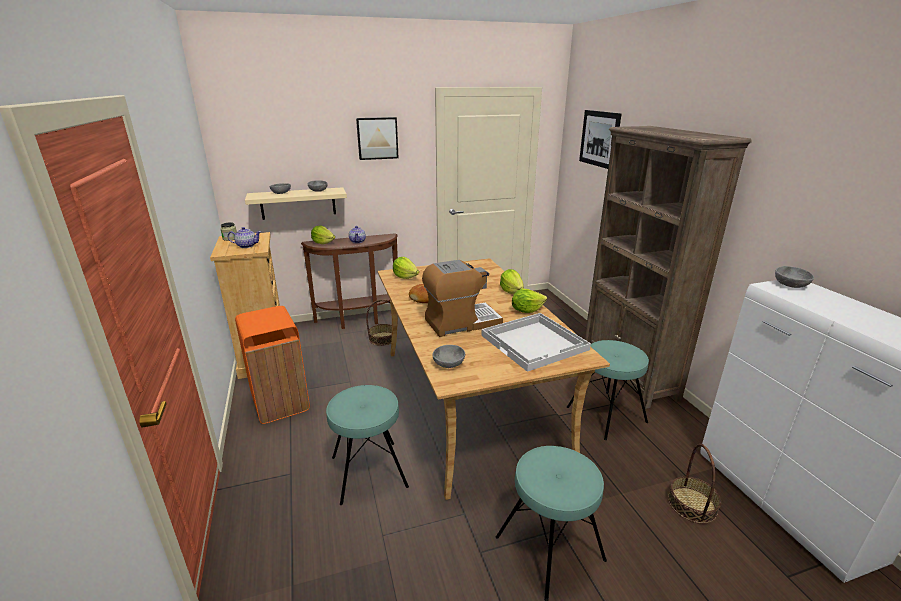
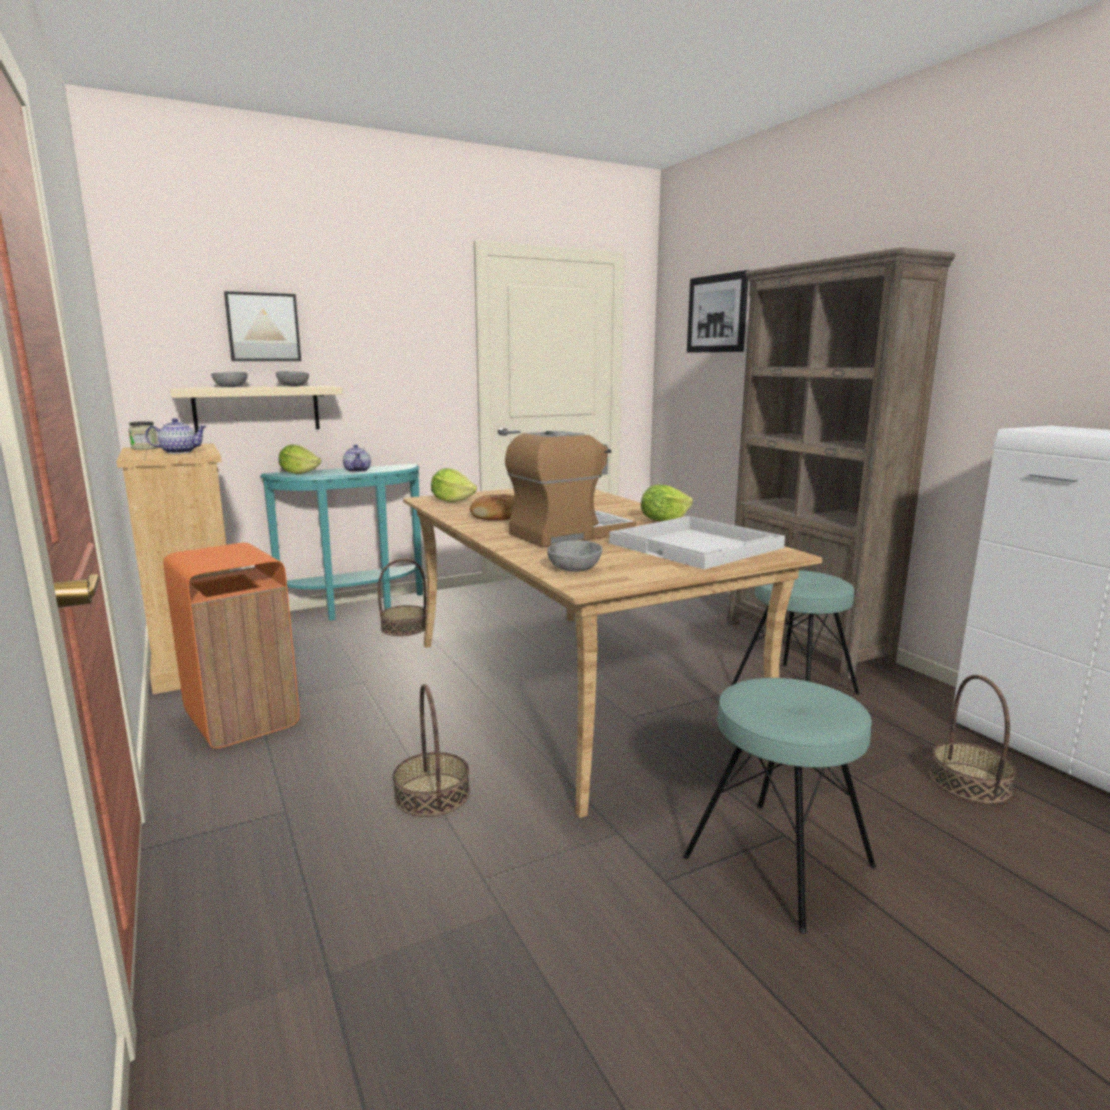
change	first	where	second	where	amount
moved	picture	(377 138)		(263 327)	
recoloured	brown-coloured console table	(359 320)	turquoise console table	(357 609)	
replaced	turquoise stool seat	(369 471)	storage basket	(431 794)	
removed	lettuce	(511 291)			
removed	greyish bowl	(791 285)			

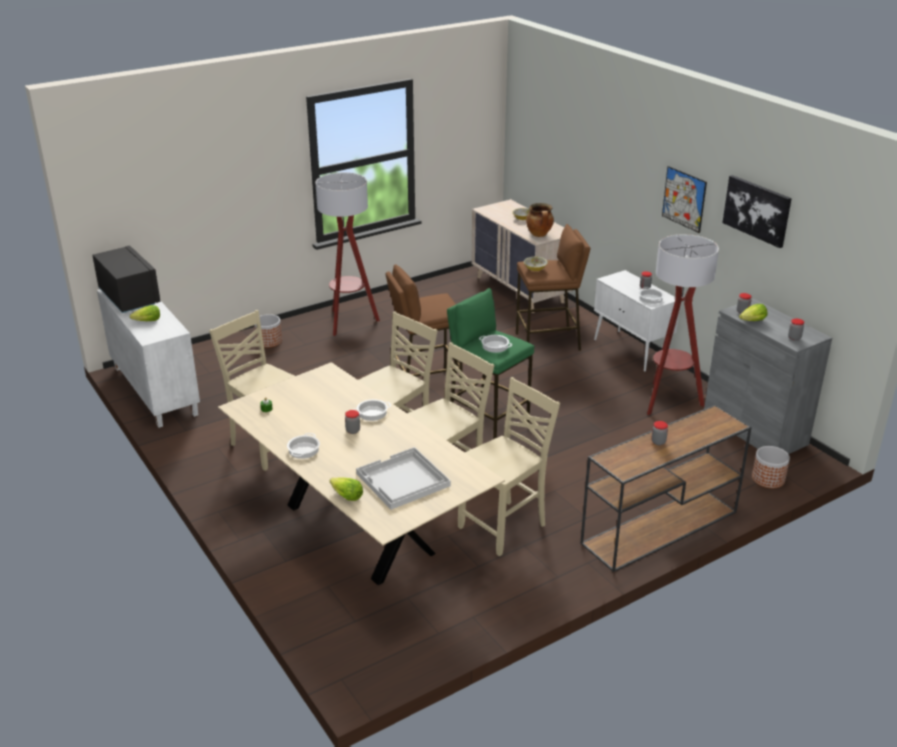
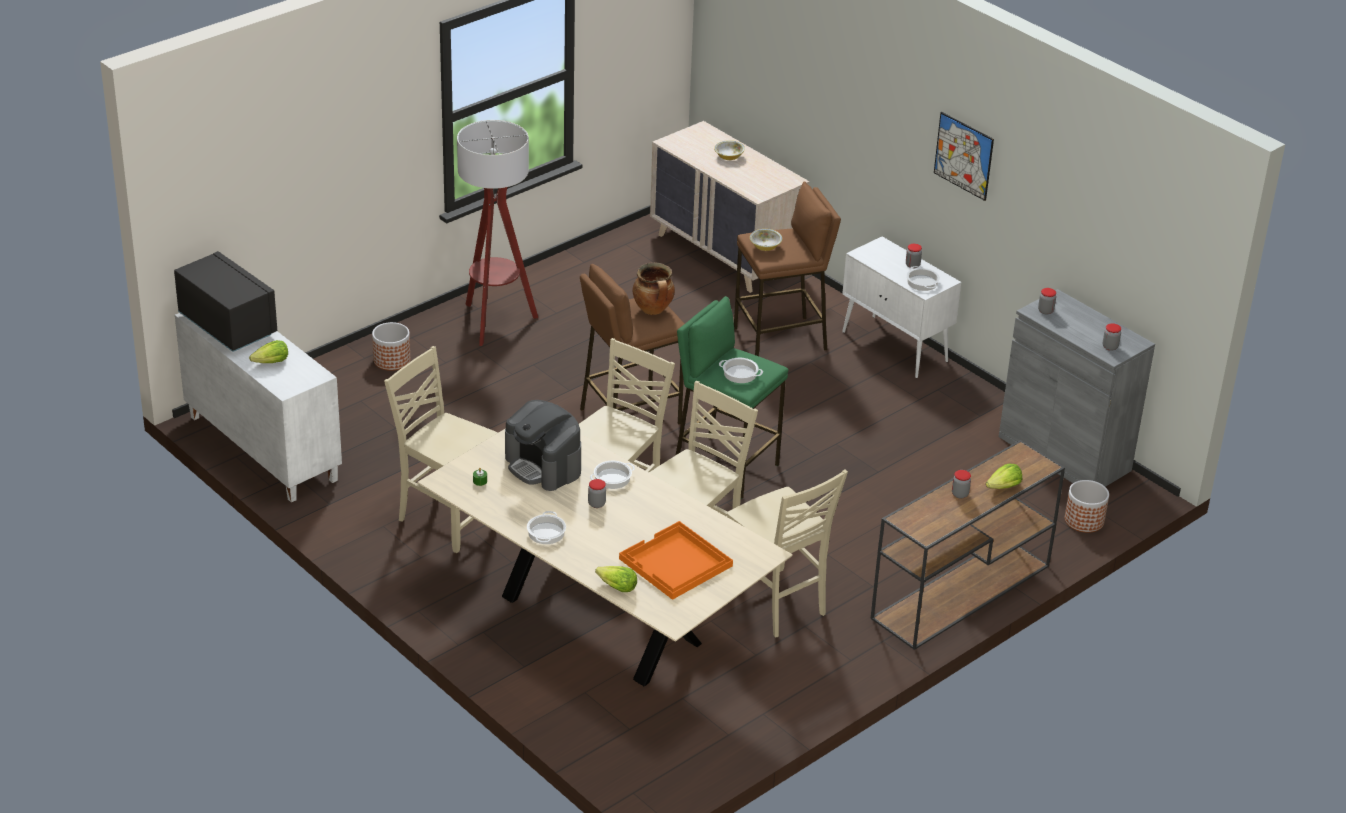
change	first	where	second	where	amount
added			coffee machine	(543 466)	
recoloured	white carrying tray	(402 480)	orange carrying tray	(675 563)	
moved	saucepot	(539 235)		(653 310)	
turned	sand-coloured chair	(504 527)		(776 604)	105 degrees clockwise
moved	lettuce	(753 321)		(1004 487)	
removed	standard lamp	(668 401)			
removed	picture	(757 210)			

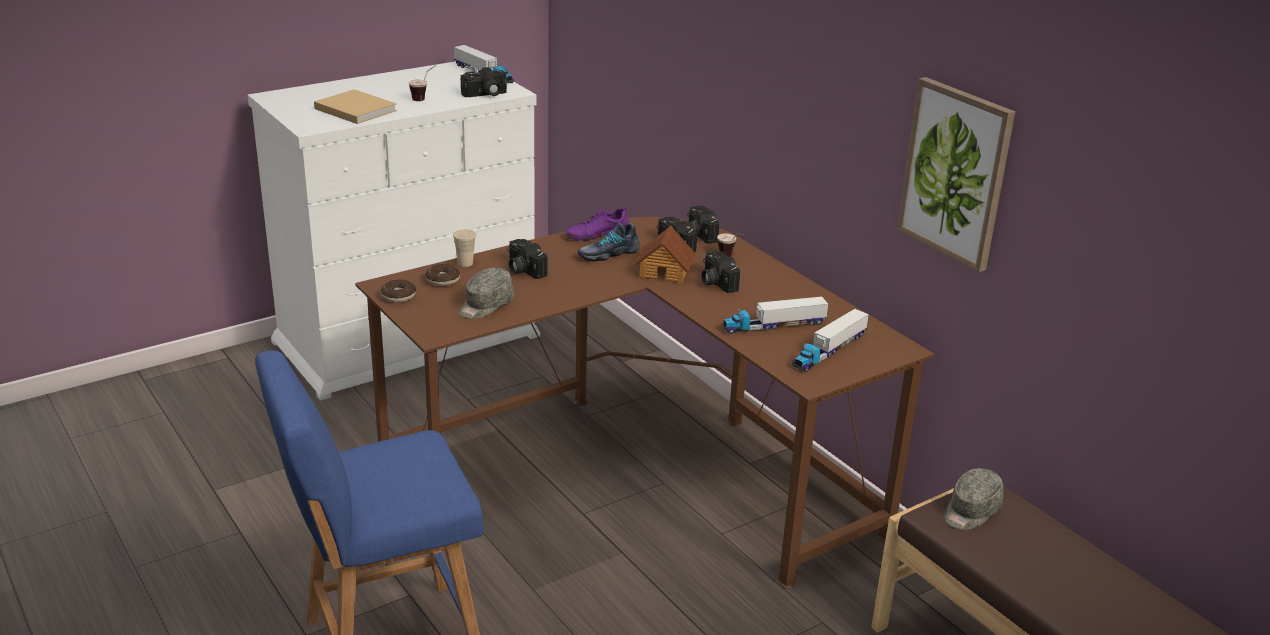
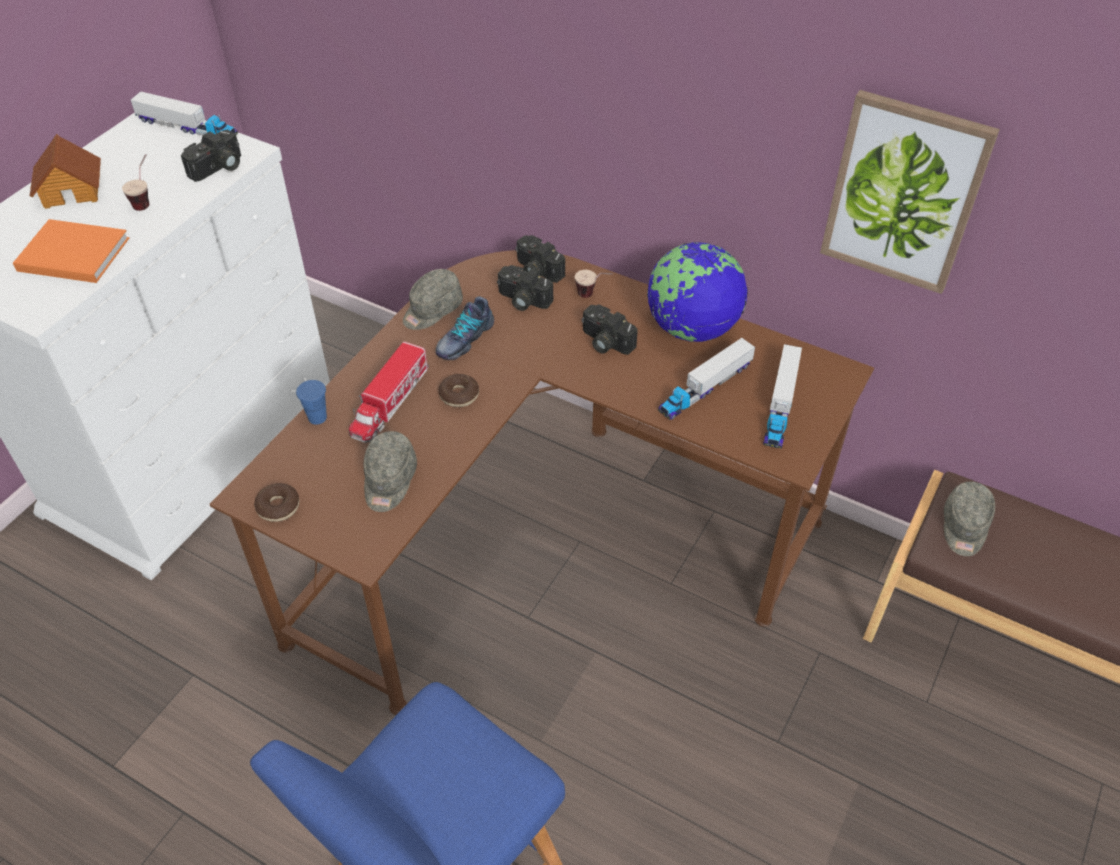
change	first	where	second	where	amount
recoloured	sand-coloured book	(354 109)	orange book	(71 254)	
moved	miniature house	(665 271)		(72 190)	
recoloured	sand-coloured drinking cup	(465 263)	blue drinking cup	(317 417)	
replaced	still camera	(523 269)	toy truck	(390 402)	
replaced	purple-coloured shoe	(598 234)	greyish cap	(432 310)	
moved	ring doughnut	(443 280)		(459 395)	
added			desk globe	(691 328)	

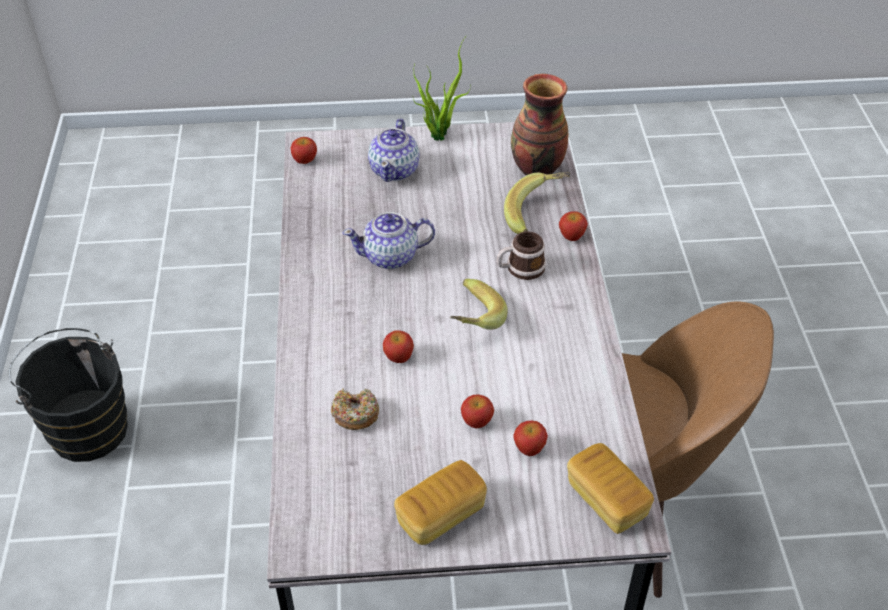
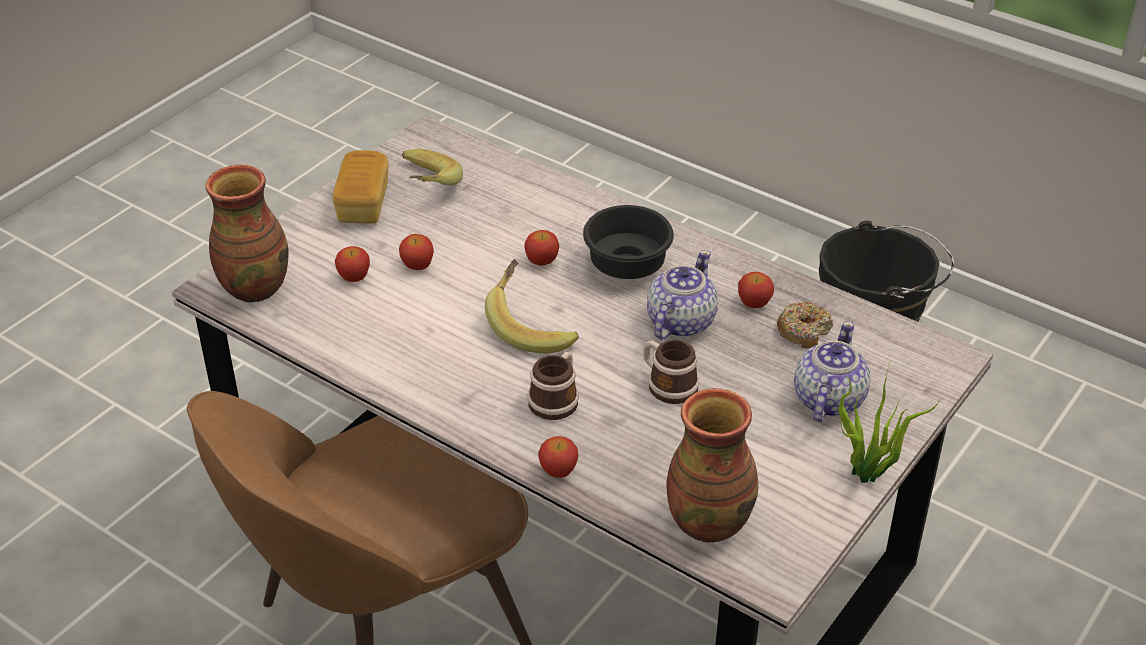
change	first	where	second	where	amount
replaced	baked bread	(606 500)	decorative vase	(254 287)	
moved	banana fruit	(537 214)		(423 187)	
added			black-coloured bowl	(628 267)	
added			tea mug	(667 384)	
moved	apple fruit	(305 160)		(754 303)	
moved	ring doughnut	(355 414)		(803 331)	
turned	pot for tea	(395 170)		(827 400)	60 degrees clockwise

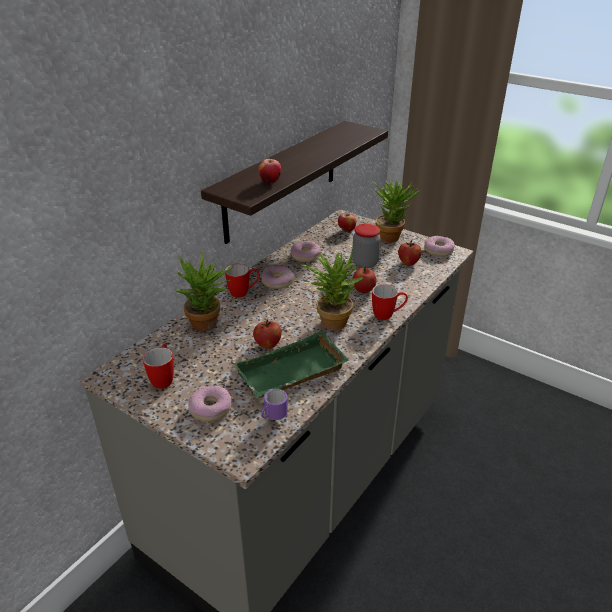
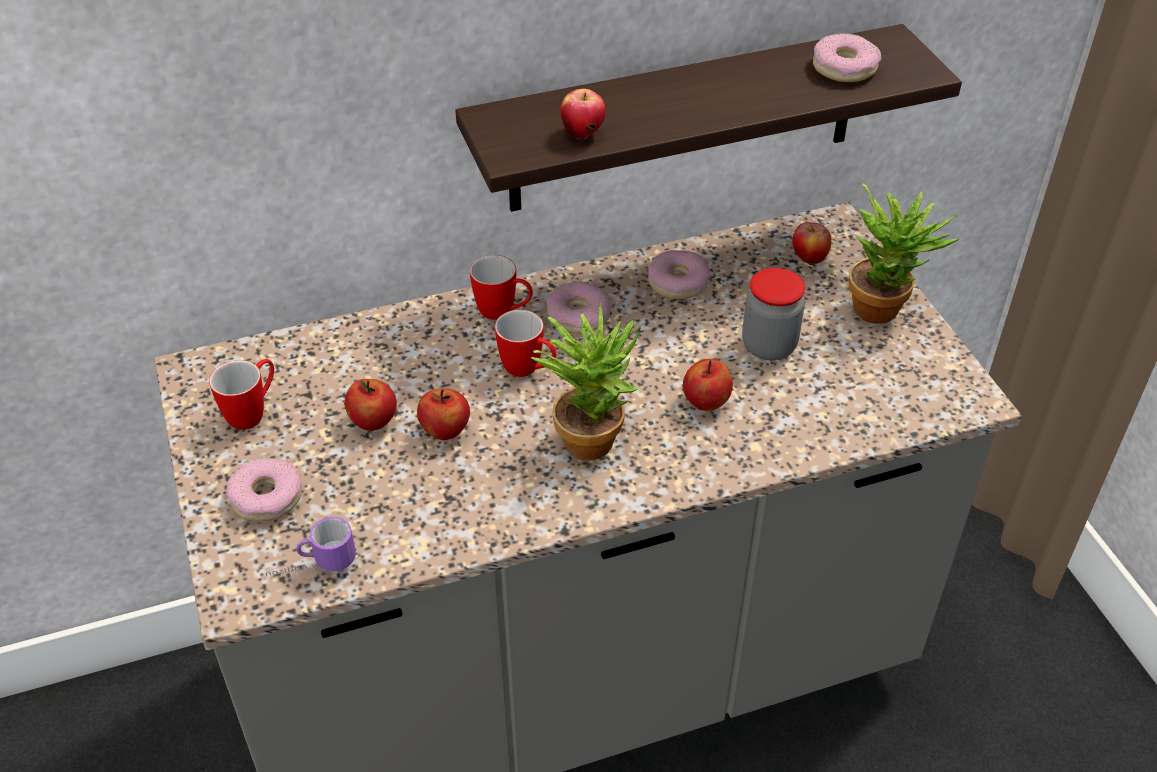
change	first	where	second	where	amount
moved	apple fruit	(408 263)		(373 422)	
moved	tea mug	(388 315)		(528 370)	
moved	ring doughnut	(438 250)		(844 67)	
removed	plant in a pot	(208 325)			
removed	green-coloured carrying tray	(291 374)			

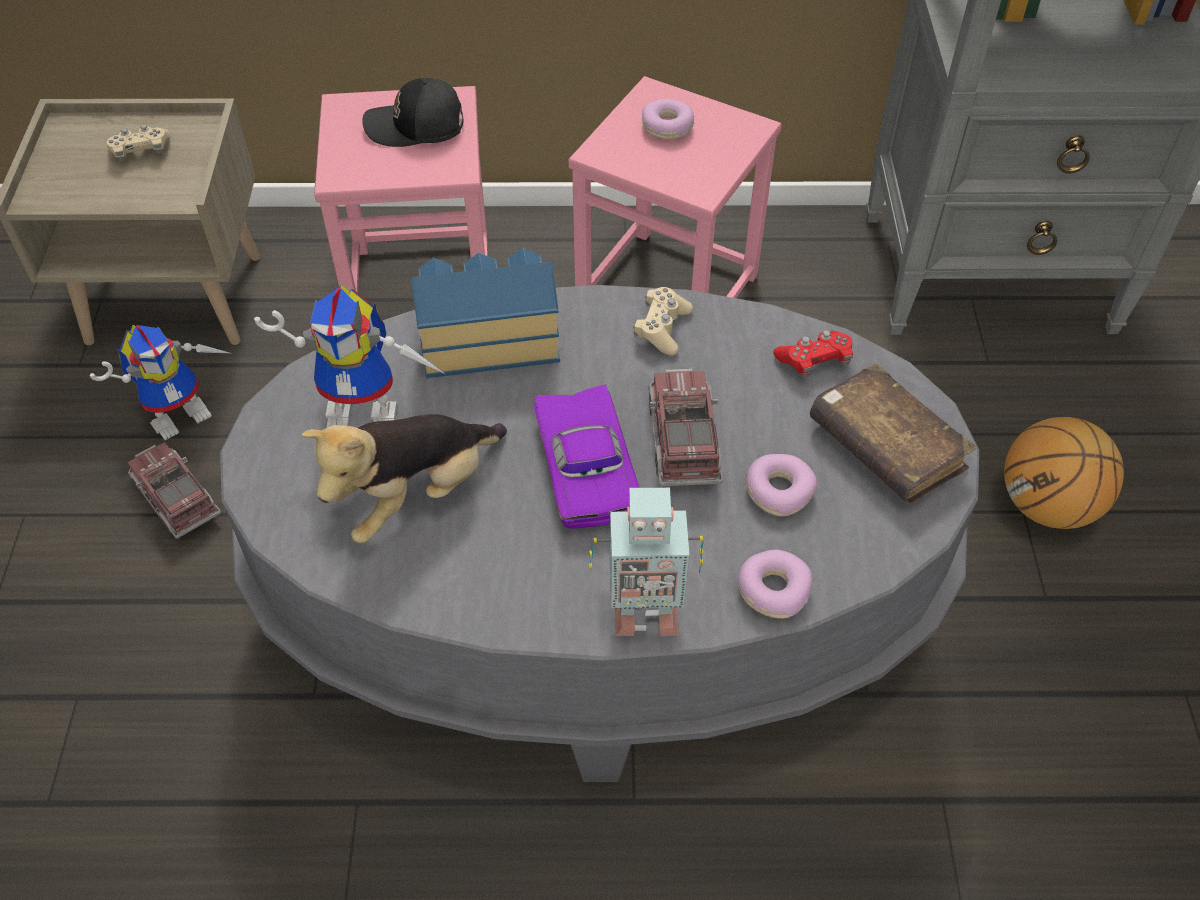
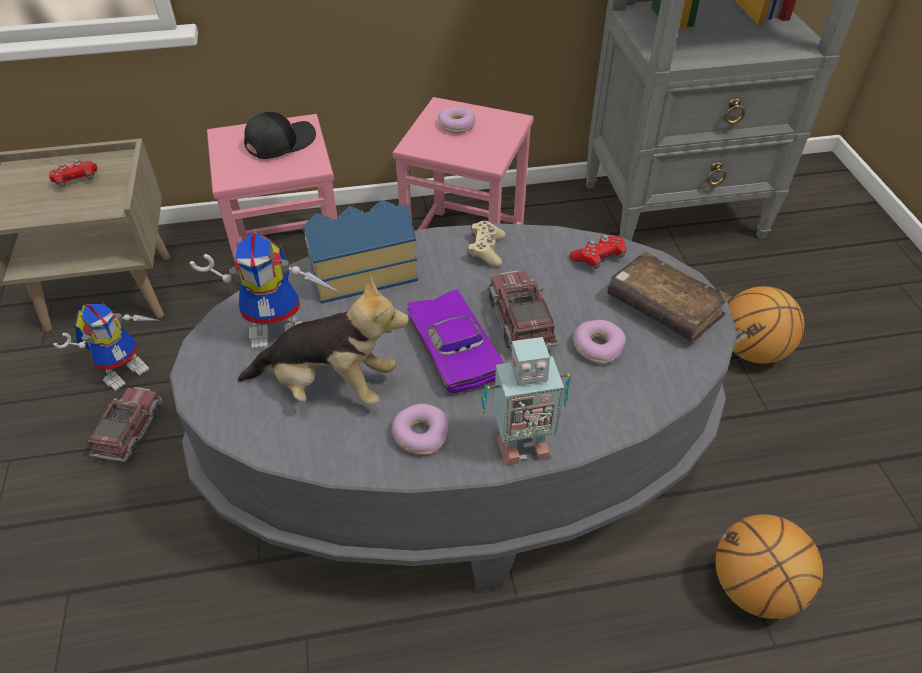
change	first	where	second	where	amount
recoloured	sand-coloured game controller	(141 151)	reddish game controller	(76 180)	
turned	toy truck	(176 499)		(130 431)	60 degrees clockwise
turned	soft toy	(416 495)		(329 386)	120 degrees counterclockwise
turned	black-coloured cap	(416 127)		(279 143)	150 degrees clockwise
moved	ring doughnut	(772 590)		(420 434)	
added			basketball	(753 588)	

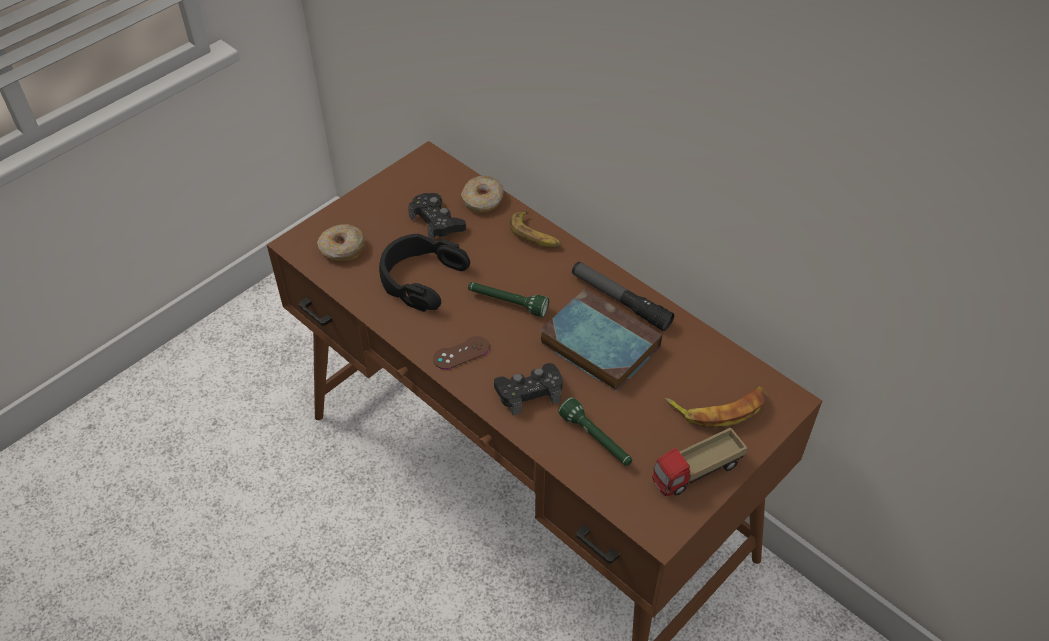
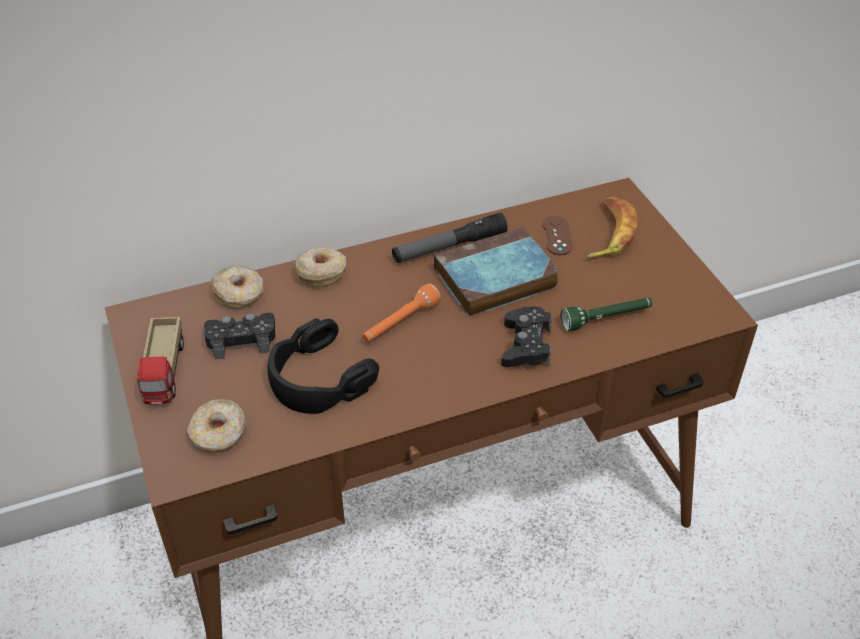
change	first	where	second	where	amount
moved	toy truck	(696 473)		(166 372)	
replaced	banana fruit	(535 235)	ring doughnut	(321 273)	
recoloured	green-coloured flashlight	(507 303)	orange flashlight	(400 323)	
moved	brown-coloured game controller	(461 353)		(557 236)	

